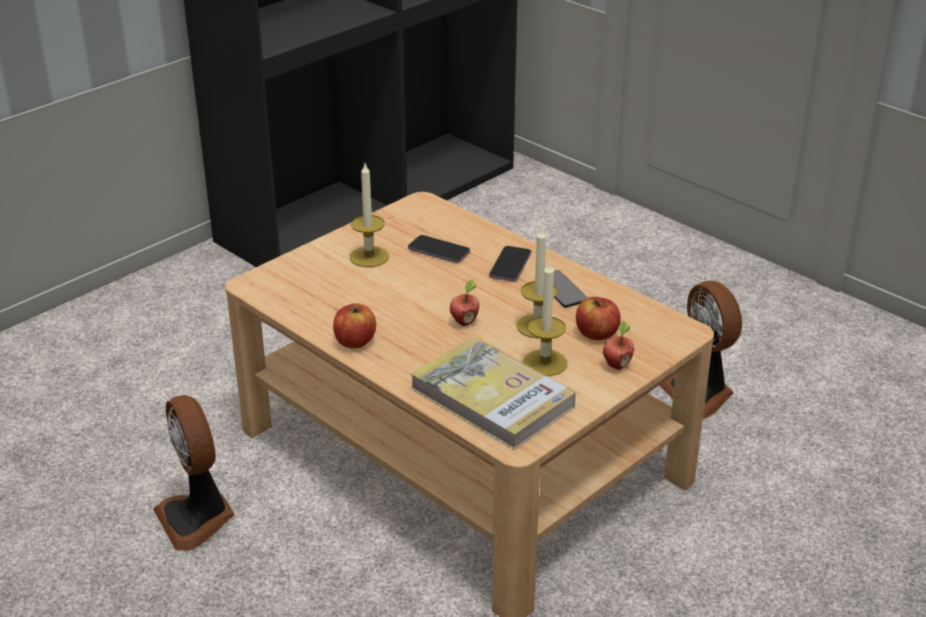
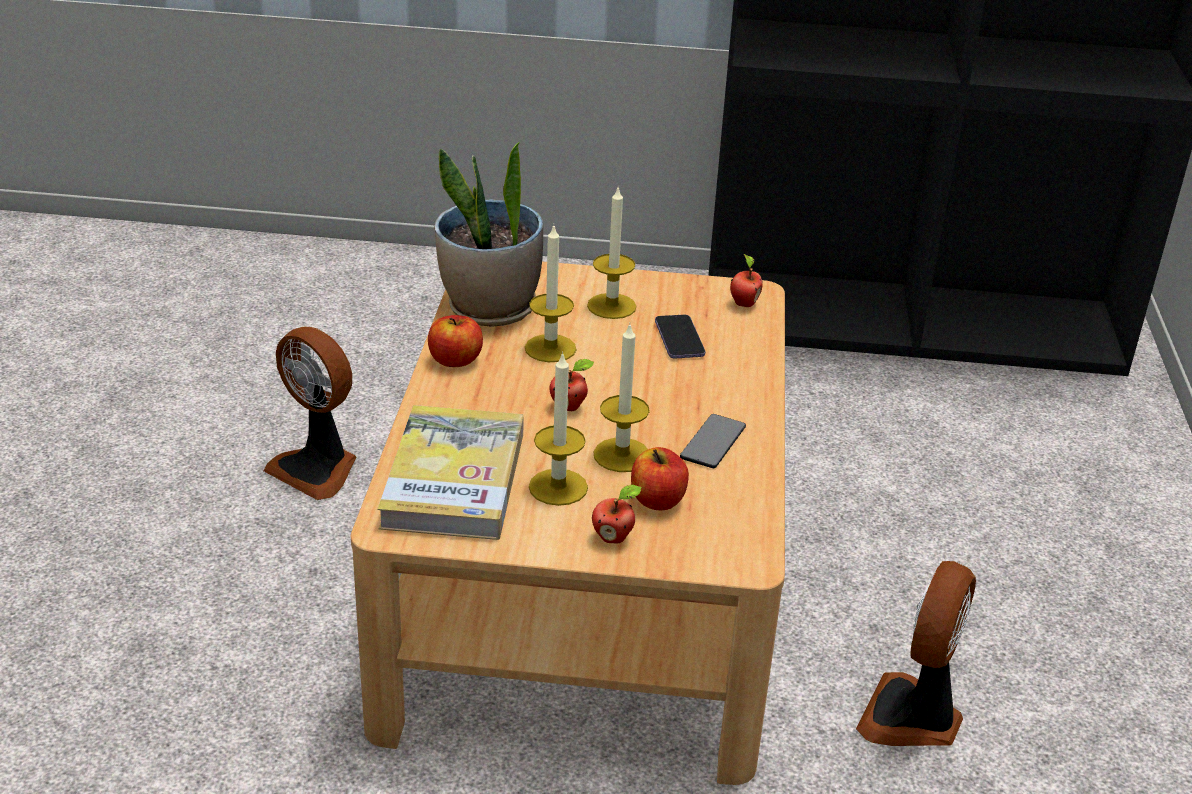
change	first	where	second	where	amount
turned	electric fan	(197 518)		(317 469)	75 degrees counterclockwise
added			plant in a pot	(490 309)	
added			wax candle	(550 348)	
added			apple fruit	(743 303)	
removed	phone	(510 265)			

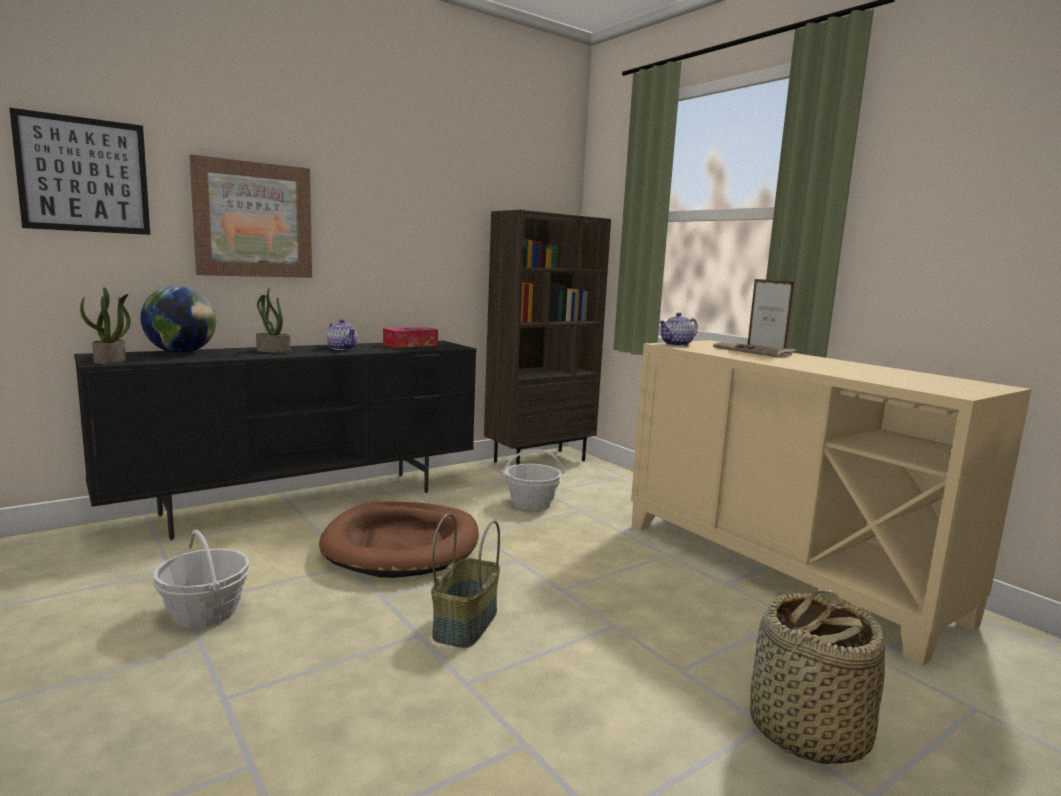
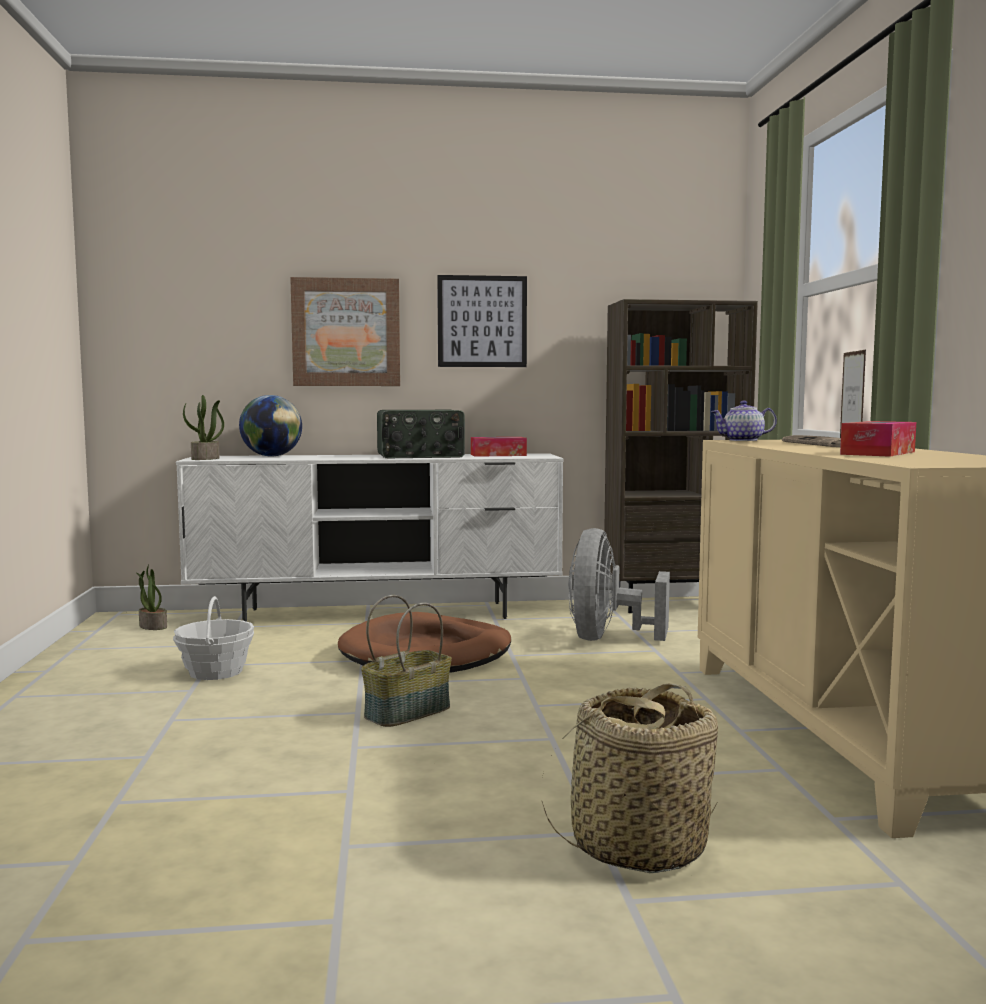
change	first	where	second	where	amount
moved	plant in a pot	(272 351)		(152 626)	
recoloured	black-coloured media console	(304 503)	white media console	(379 614)	
replaced	pot for tea	(343 348)	radio	(420 456)	
moved	picture	(84 175)		(482 321)	
replaced	storage basket	(531 503)	greyish electric fan	(607 638)	
added			tissue box	(878 453)	

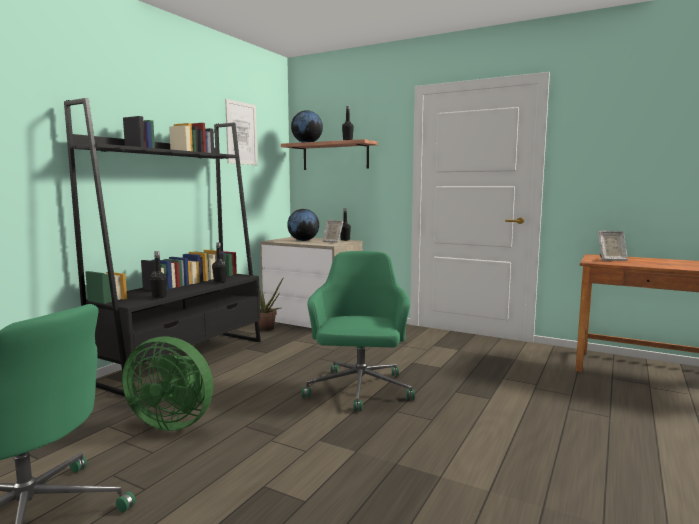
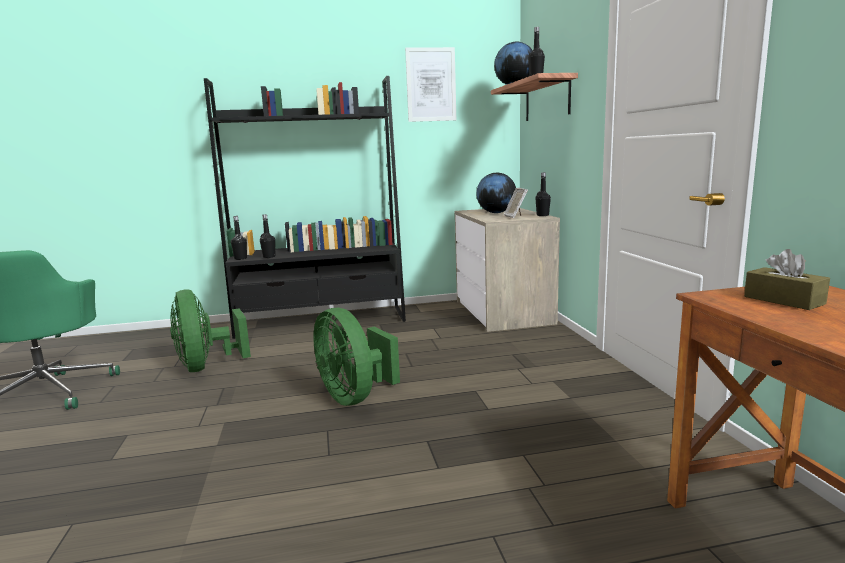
change	first	where	second	where	amount
moved	black-coloured drink bottle	(219 282)		(240 258)	
replaced	green-coloured office chair	(359 390)	green-coloured electric fan	(354 396)	
replaced	photo frame	(611 260)	brown-coloured tissue box	(783 300)	
removed	plant in a pot	(268 329)			

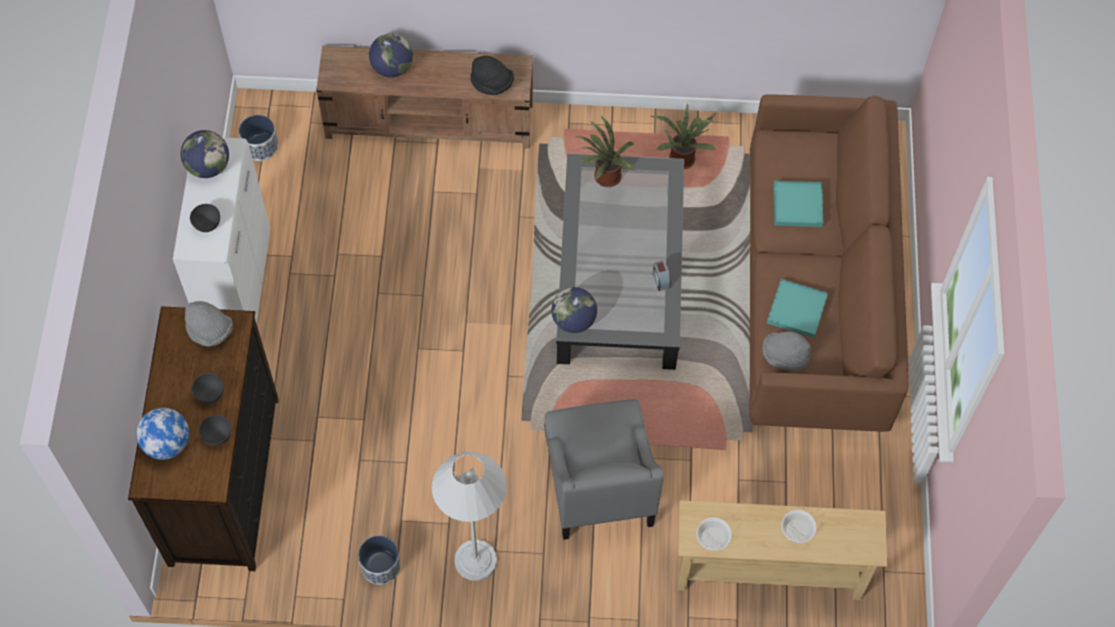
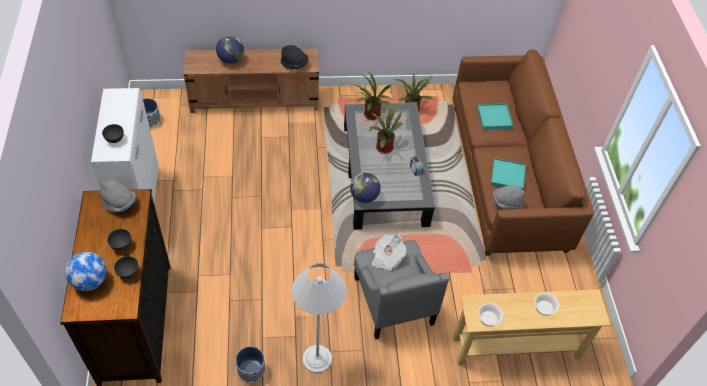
change	first	where	second	where	amount
added			plant in a pot	(383 146)	
added			newspaper	(387 257)	
removed	desk globe	(208 166)			

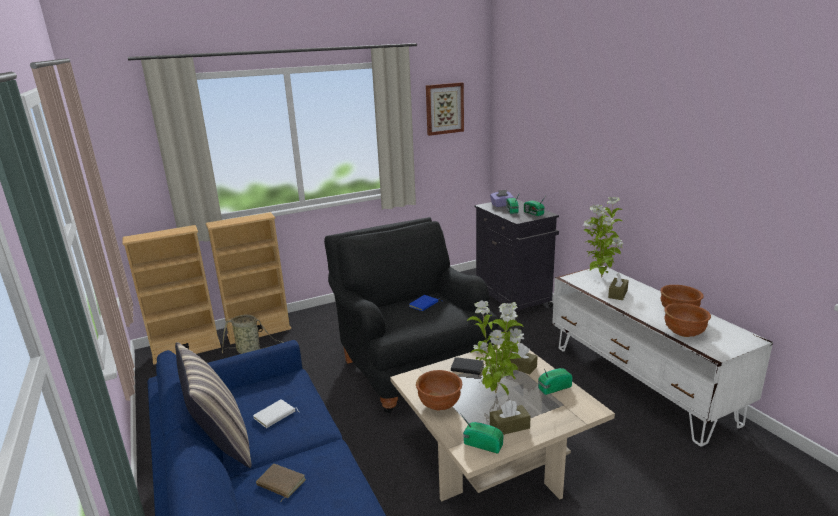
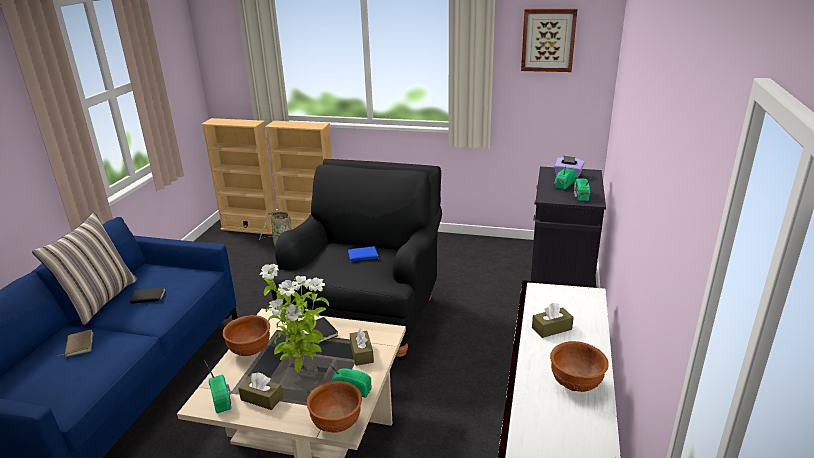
change	first	where	second	where	amount
recoloured	white book	(275 416)	black-coloured book	(148 298)	
moved	brown-coloured bowl	(684 334)		(337 424)	
removed	plant in a pot	(600 277)			

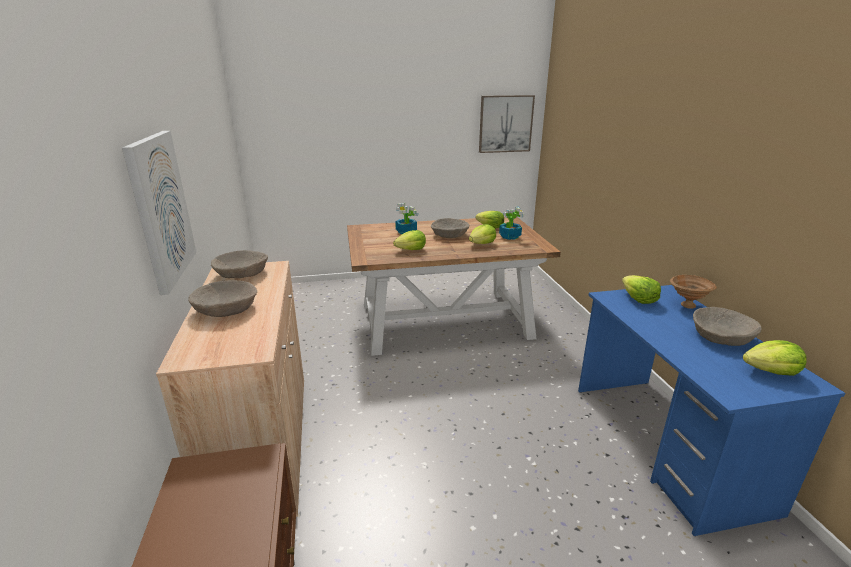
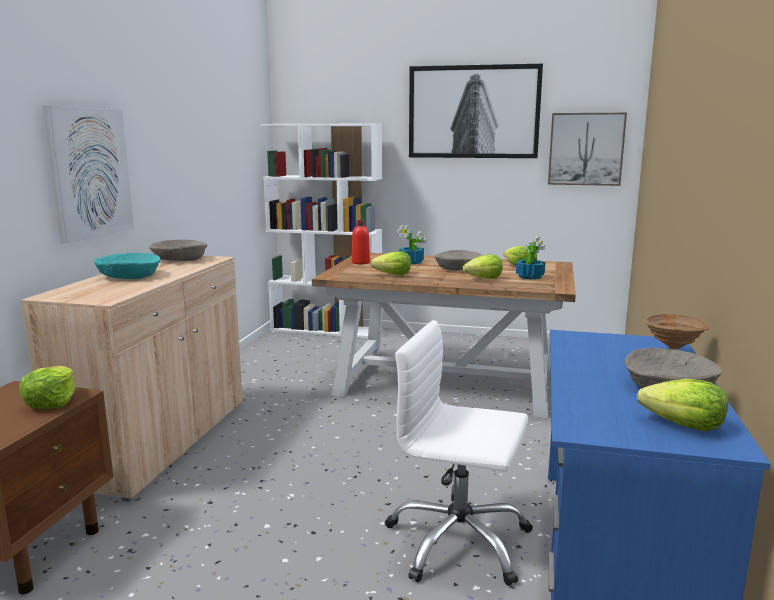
change	first	where	second	where	amount
moved	lettuce	(638 299)		(52 402)	
recoloured	sand-coloured bowl	(225 309)	turquoise bowl	(129 276)	
added			white shelving unit	(327 330)	
added			reddish drink bottle	(360 262)	
added			white office chair	(458 542)	
added			picture	(473 112)	

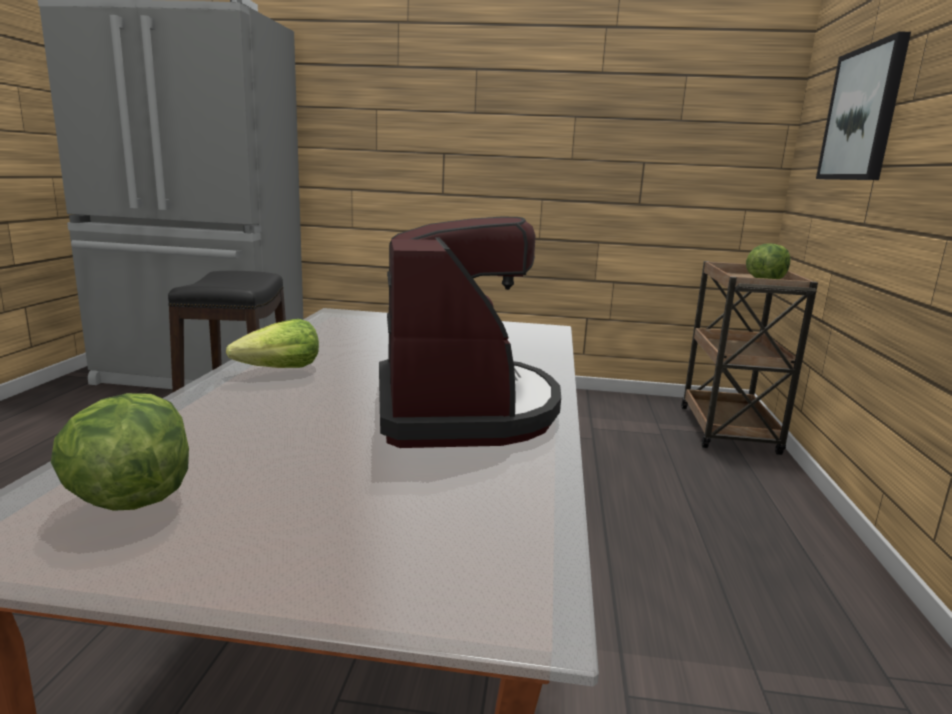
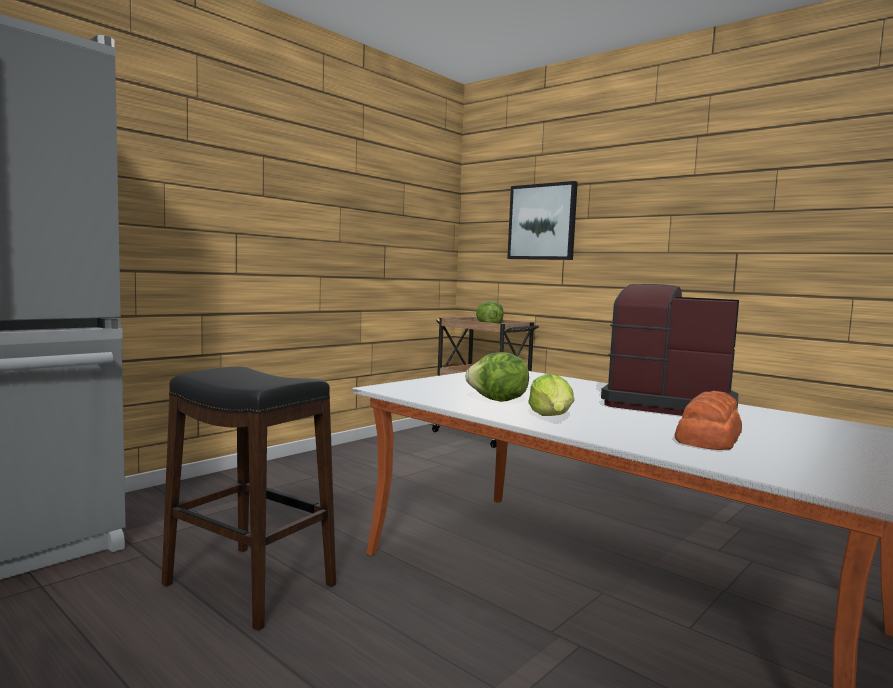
change	first	where	second	where	amount
moved	lettuce	(130 499)		(498 401)	
added			baked bread	(708 437)	

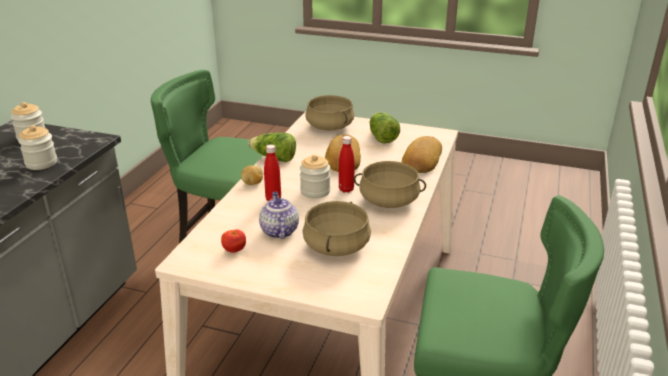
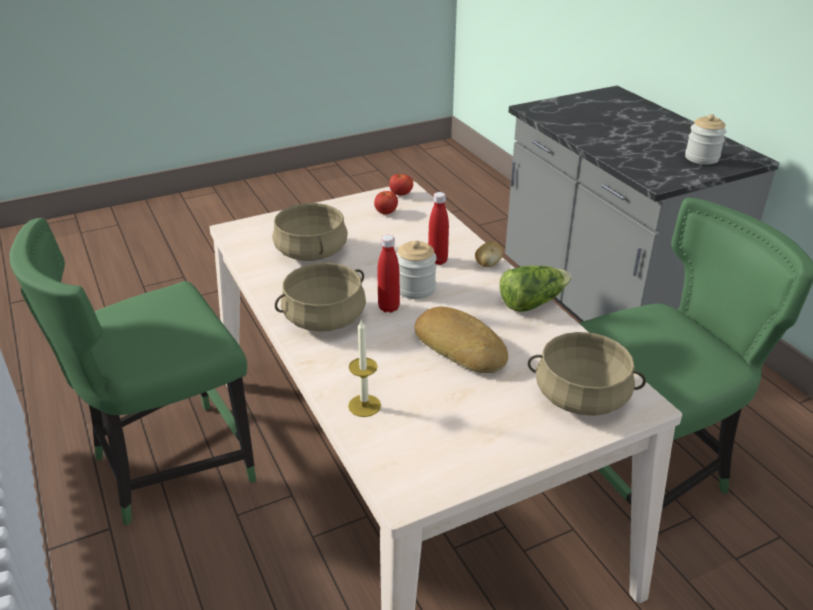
change	first	where	second	where	amount
replaced	baked bread	(421 160)	wax candle	(364 405)	
added			whole tomato	(401 194)	
removed	storage jar	(41 163)			
removed	pot for tea	(279 231)			
removed	lettuce	(382 137)			

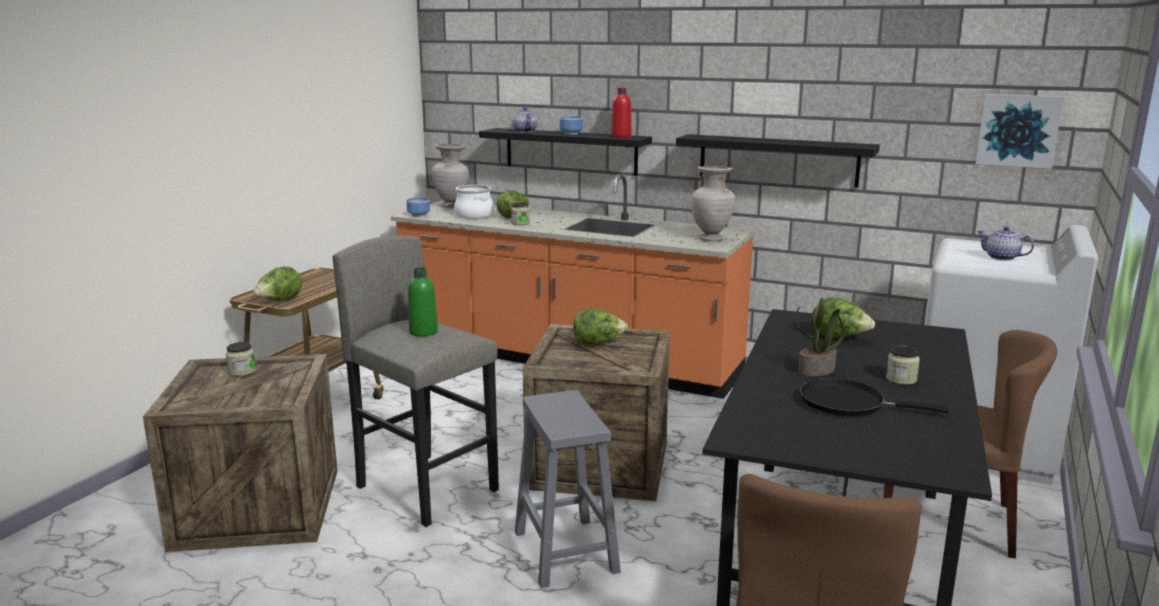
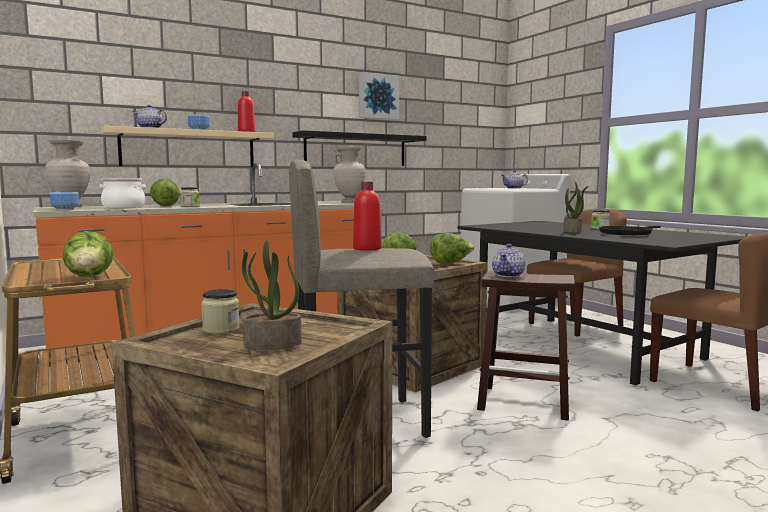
change	first	where	second	where	amount
recoloured	black-coloured wall shelf	(570 151)	sand-coloured wall shelf	(189 149)	
added			plant in a pot	(272 344)	
recoloured	green-coloured drink bottle	(423 332)	reddish drink bottle	(367 248)	
moved	picture	(1018 130)		(378 96)	
moved	lettuce	(840 337)		(451 263)	
recoloured	greyish stool seat	(566 552)	brown-coloured stool seat	(525 402)	
added			pot for tea	(508 275)	

